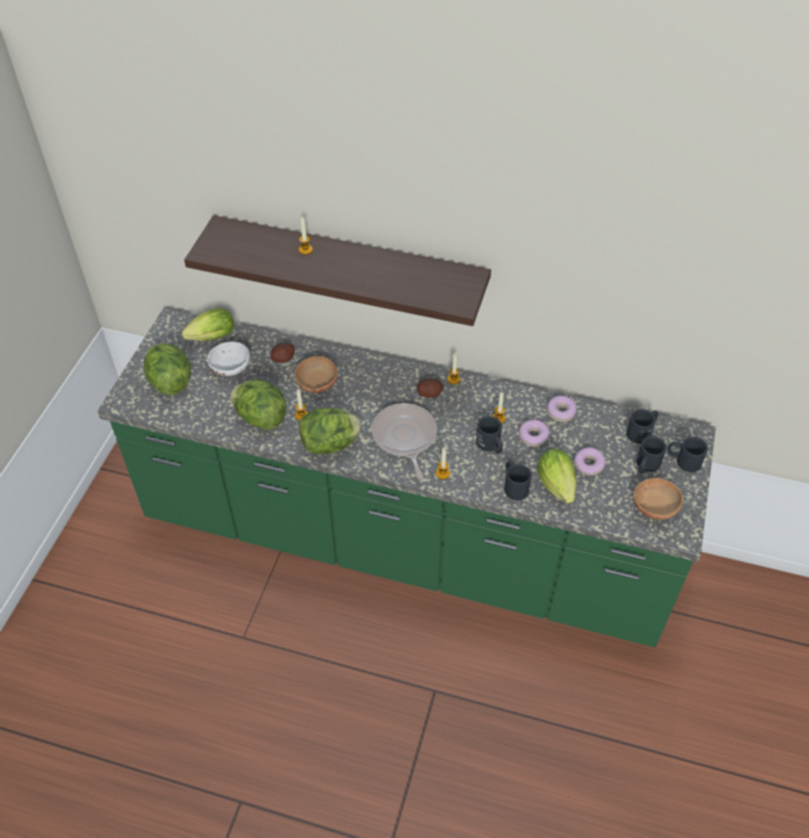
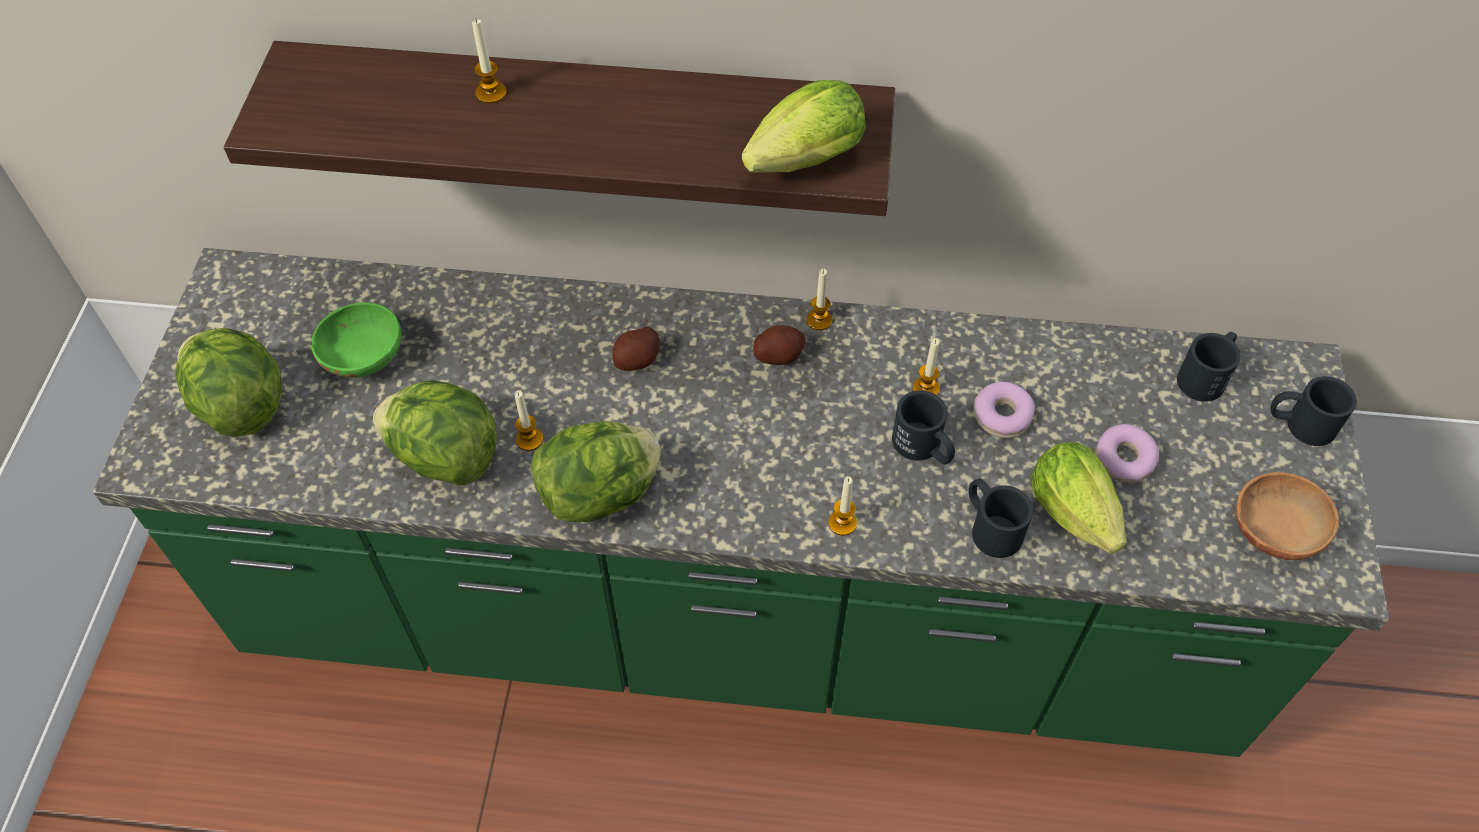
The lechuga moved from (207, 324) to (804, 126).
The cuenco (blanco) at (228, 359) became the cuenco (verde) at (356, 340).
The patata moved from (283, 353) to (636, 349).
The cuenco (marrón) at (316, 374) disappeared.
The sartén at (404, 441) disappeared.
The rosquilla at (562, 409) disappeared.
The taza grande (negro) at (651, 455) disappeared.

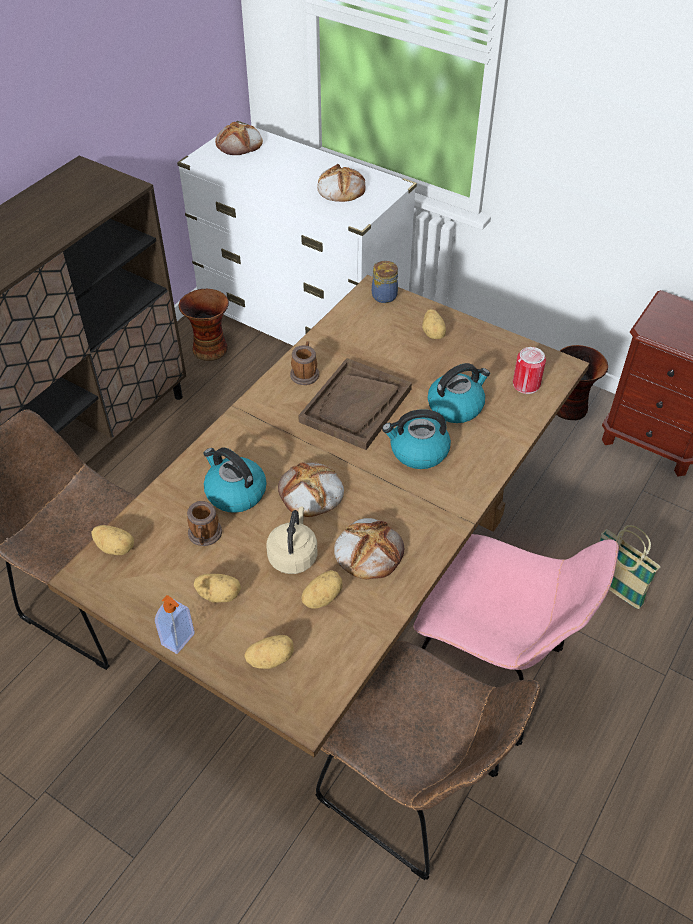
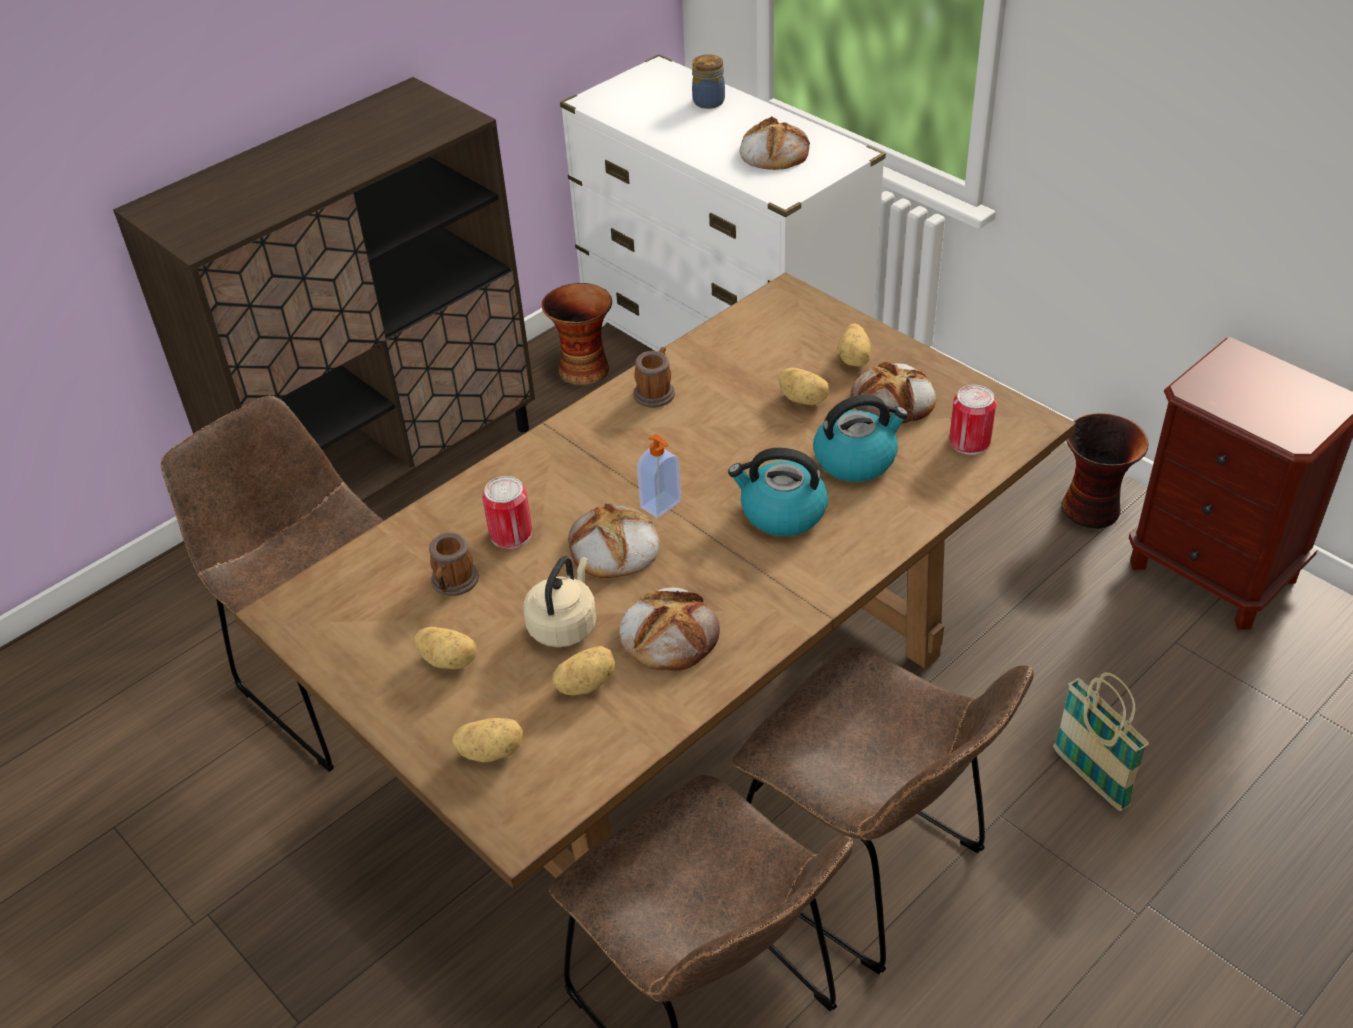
The patata moved from (112, 540) to (803, 386).
The dispensador de jabón moved from (175, 624) to (659, 476).
The hervidor at (234, 480) was replaced by the lata at (507, 512).
The pan moved from (239, 138) to (893, 393).
The bandeja (marrón) at (355, 404) disappeared.
The tarro moved from (385, 282) to (708, 81).
The silla (rosa) at (516, 640) became the silla (marrón) at (883, 810).

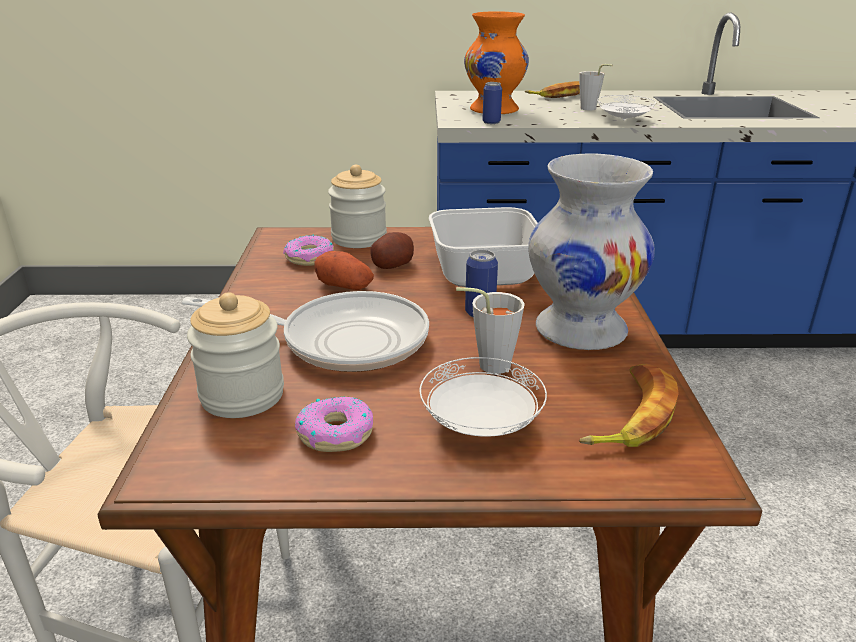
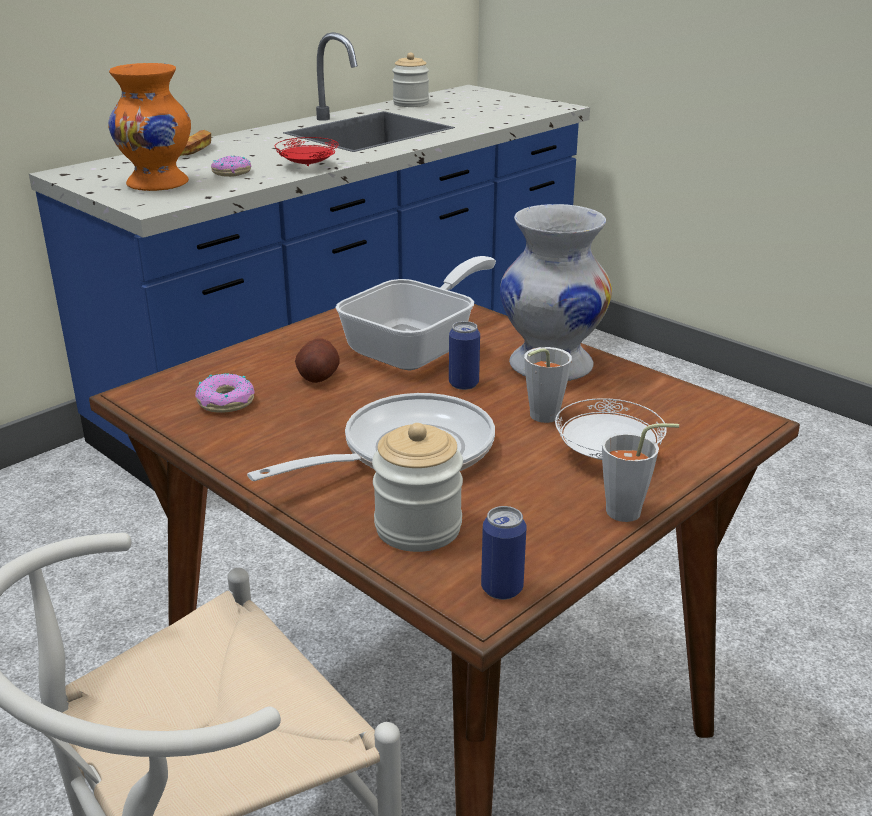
The rosquilla moved from (334, 424) to (231, 166).
The patata at (344, 270) disappeared.
The tarro moved from (357, 206) to (410, 80).
The lata moved from (492, 103) to (504, 553).
The taza (gris) moved from (596, 87) to (640, 472).
The plátano at (629, 405) disappeared.
The plato (blanco) at (626, 107) became the plato (rojo) at (307, 151).

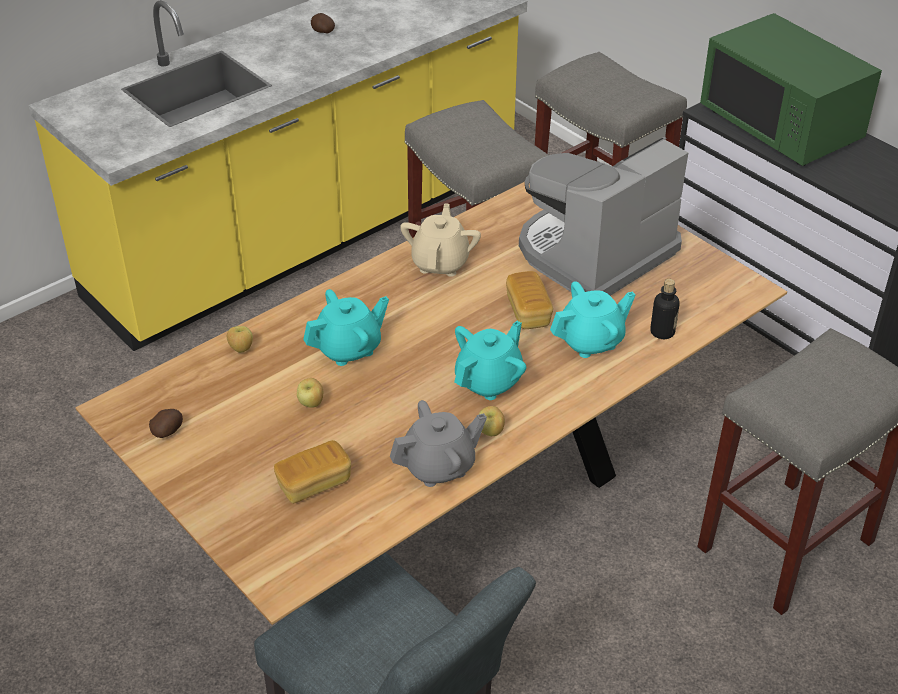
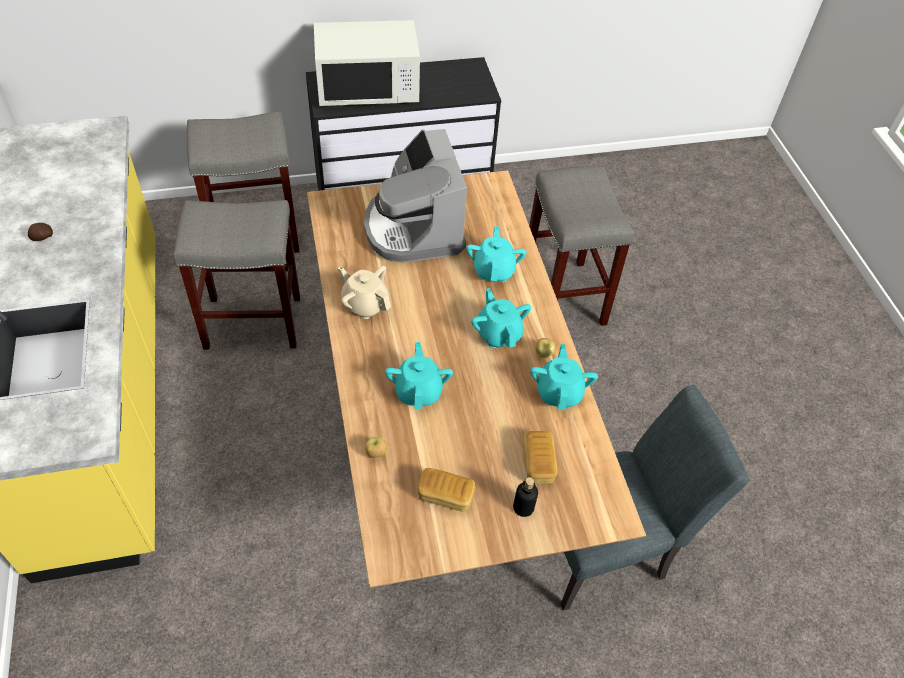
The patata at (166, 423) disappeared.
The manzana at (310, 393) disappeared.
The tetera (gris) at (438, 443) became the tetera (turquesa) at (564, 377).
The pan moved from (529, 300) to (446, 490).
The botella moved from (665, 309) to (525, 497).
The microondas (verde) at (791, 89) became the microondas (blanco) at (367, 63).

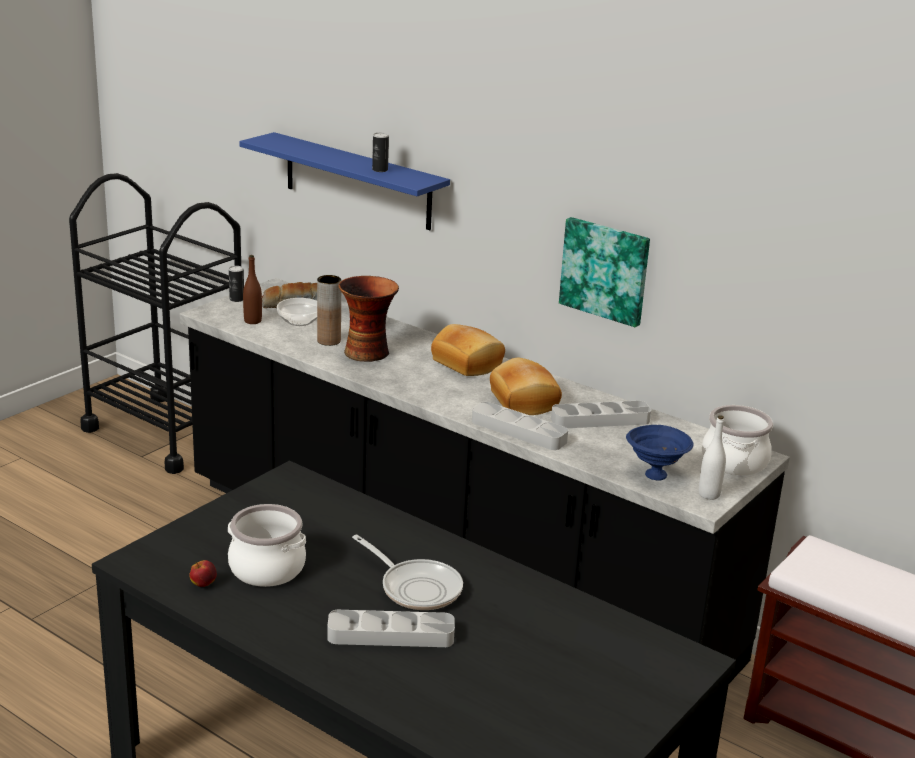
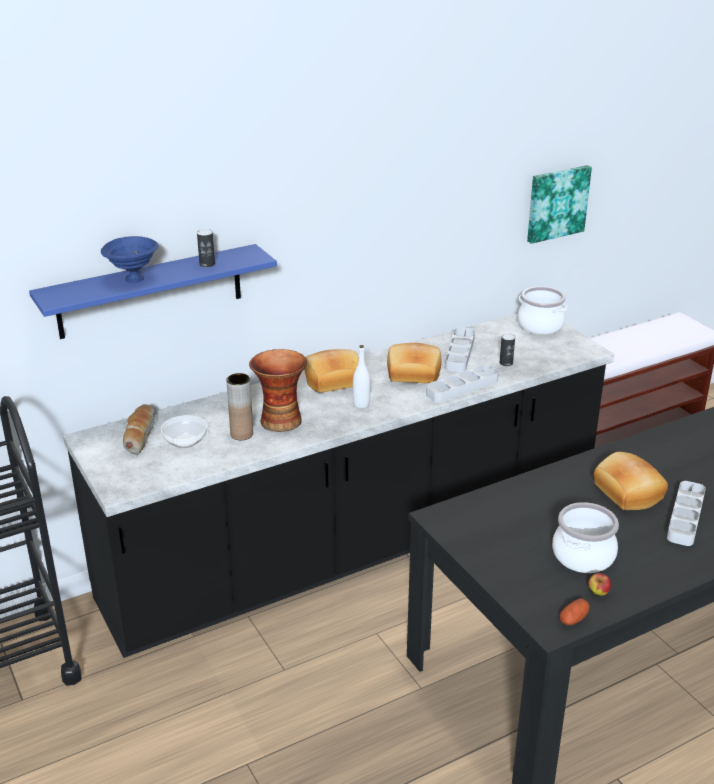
The lata moved from (236, 284) to (507, 349).
The botella (marrón) at (252, 289) disappeared.
The sartén at (407, 572) was replaced by the pan at (631, 481).
The cuadro moved from (604, 272) to (559, 204).
The cuenco (azul) moved from (660, 453) to (130, 259).
The botella (blanco) moved from (712, 457) to (361, 376).
The patata at (574, 612) appeared.

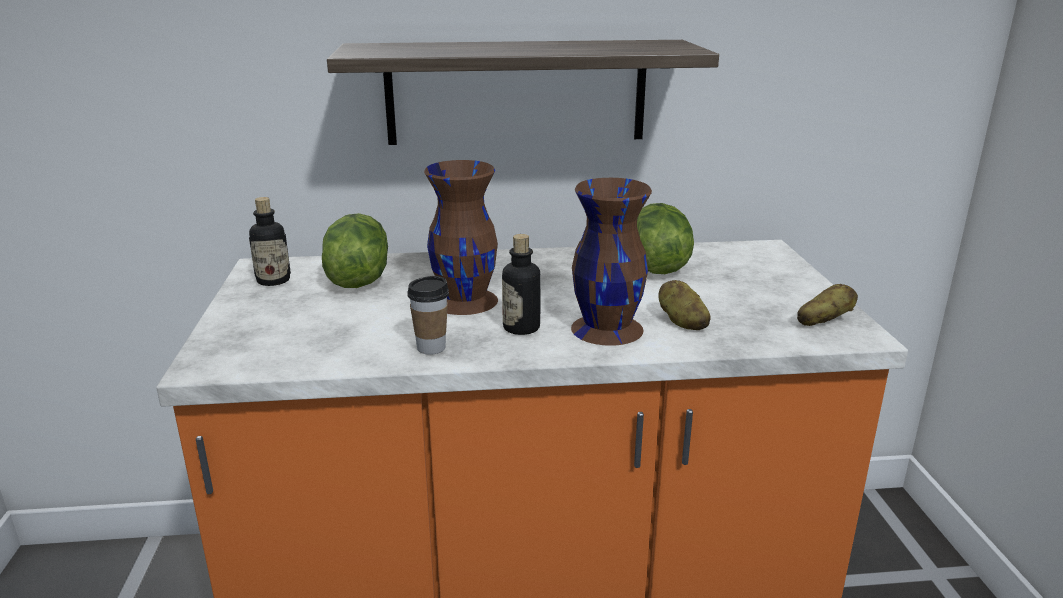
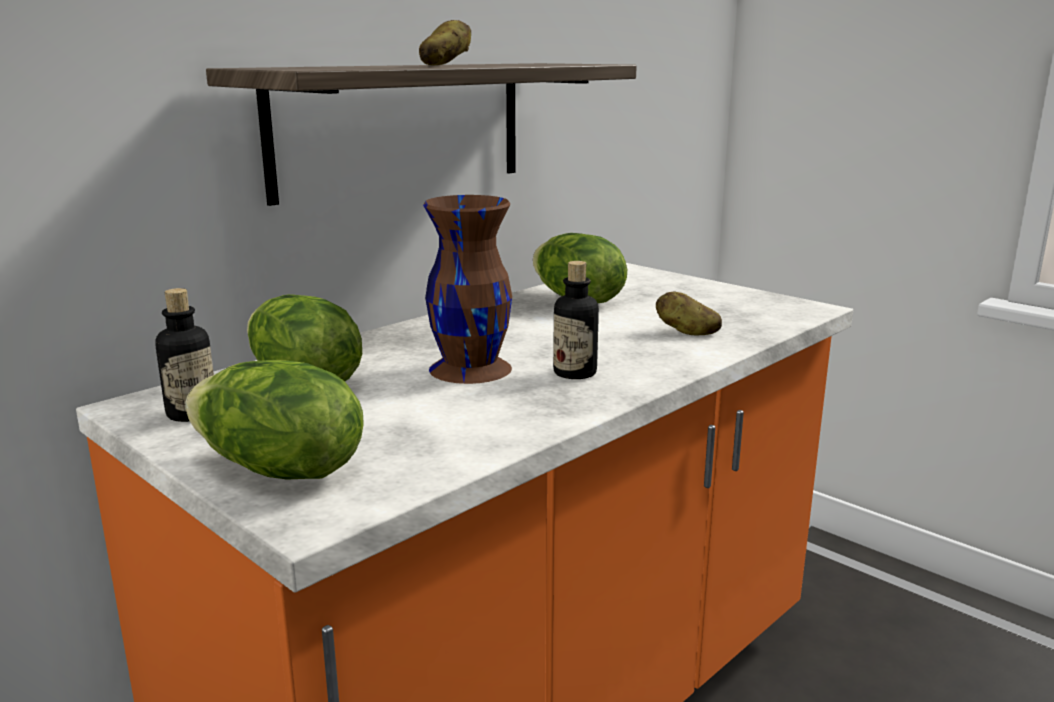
The taza at (428, 315) disappeared.
The florero (marrón) at (611, 262) disappeared.
The patata moved from (827, 305) to (445, 42).
The lechuga at (274, 420) appeared.

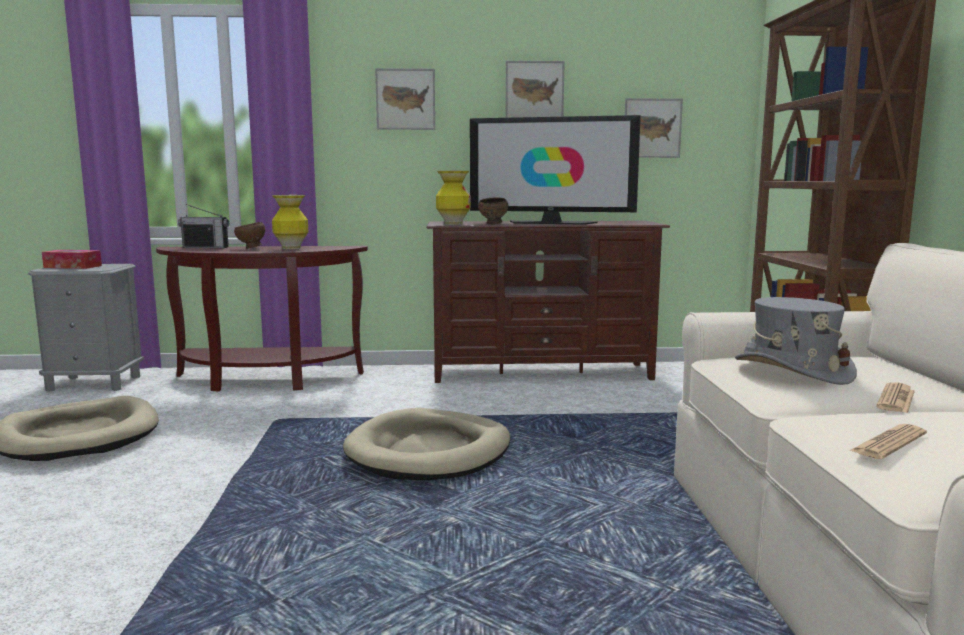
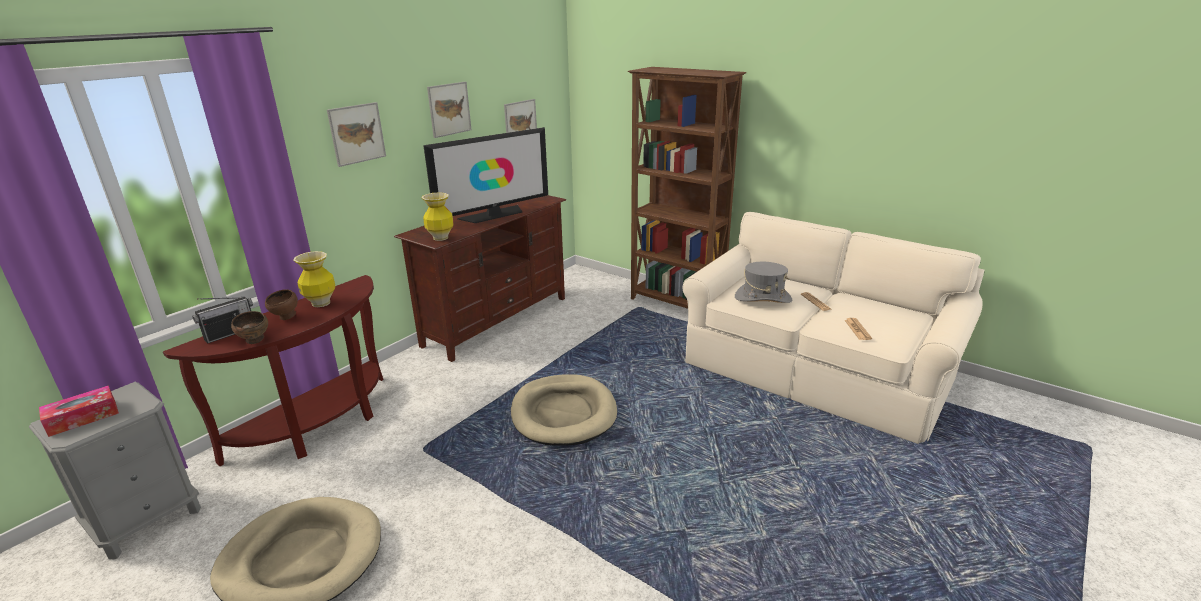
The cuenco (marrón) moved from (493, 211) to (249, 327).

